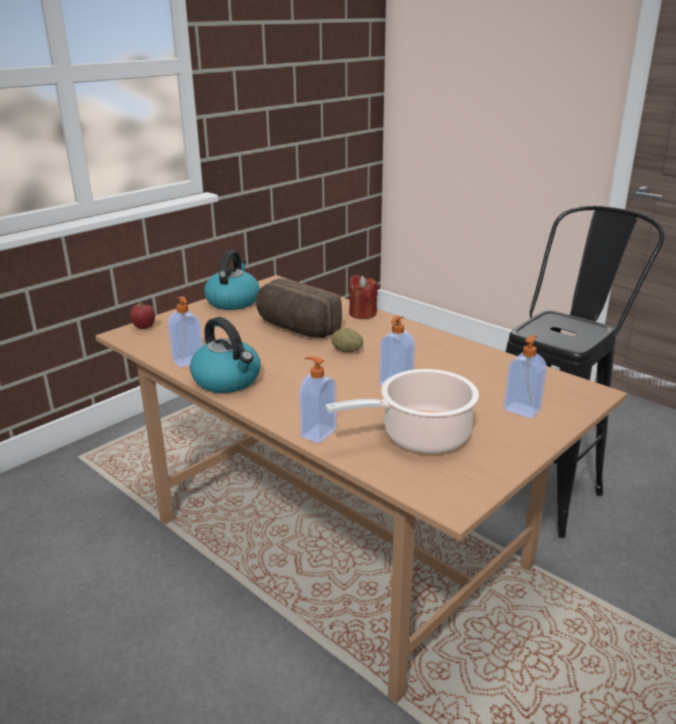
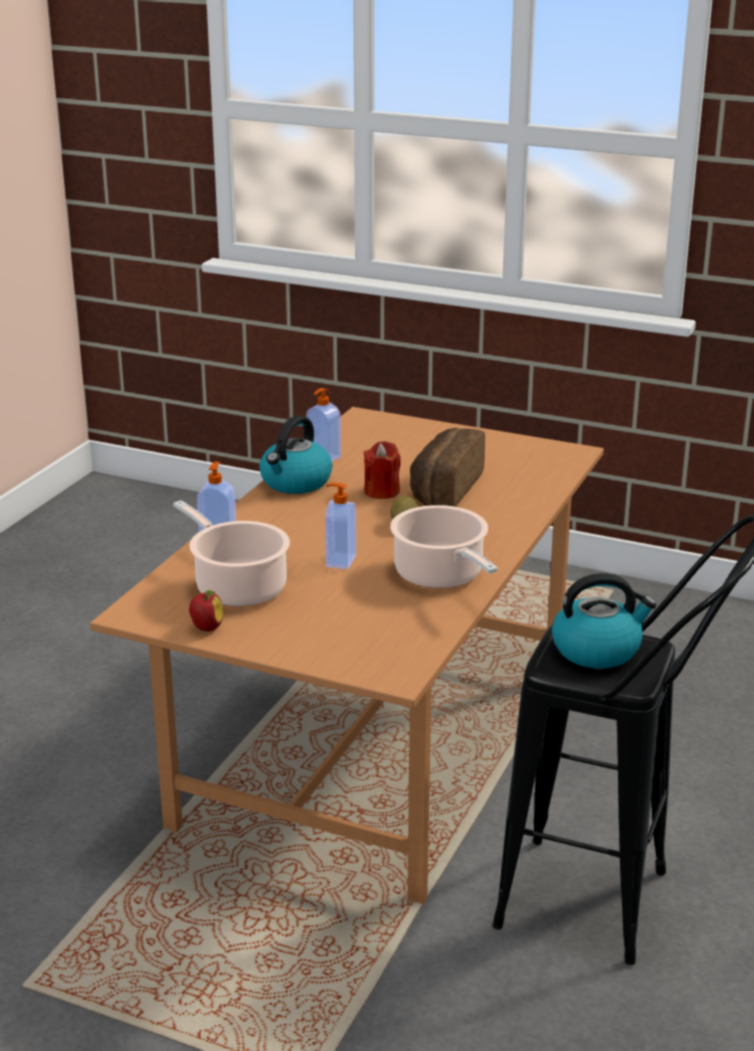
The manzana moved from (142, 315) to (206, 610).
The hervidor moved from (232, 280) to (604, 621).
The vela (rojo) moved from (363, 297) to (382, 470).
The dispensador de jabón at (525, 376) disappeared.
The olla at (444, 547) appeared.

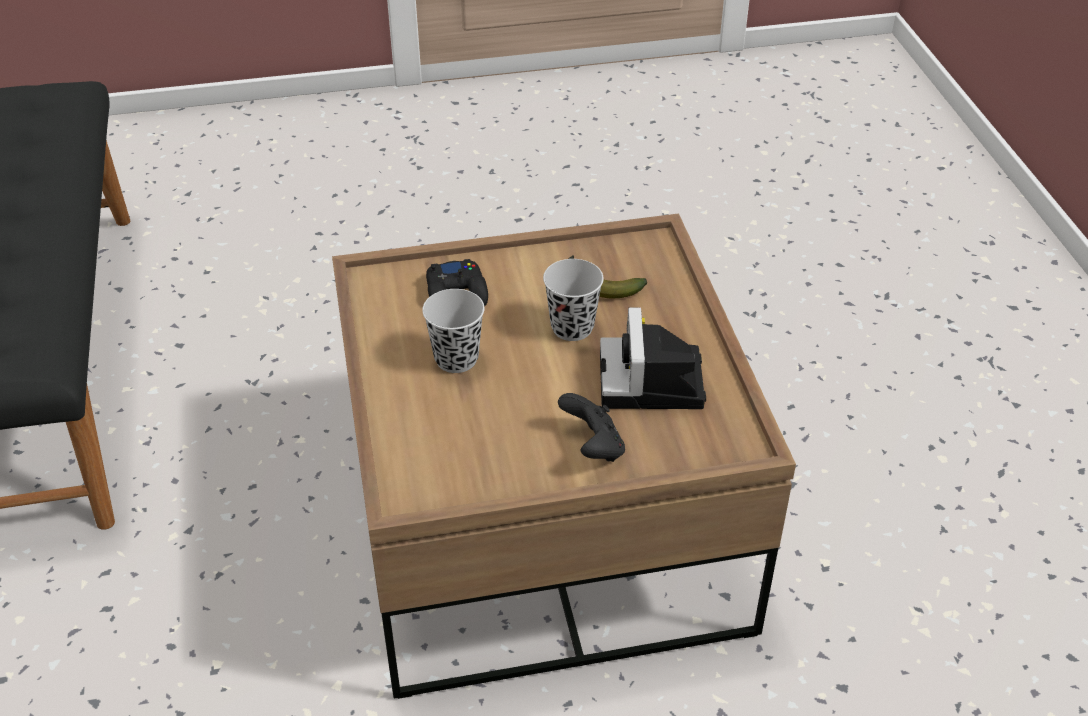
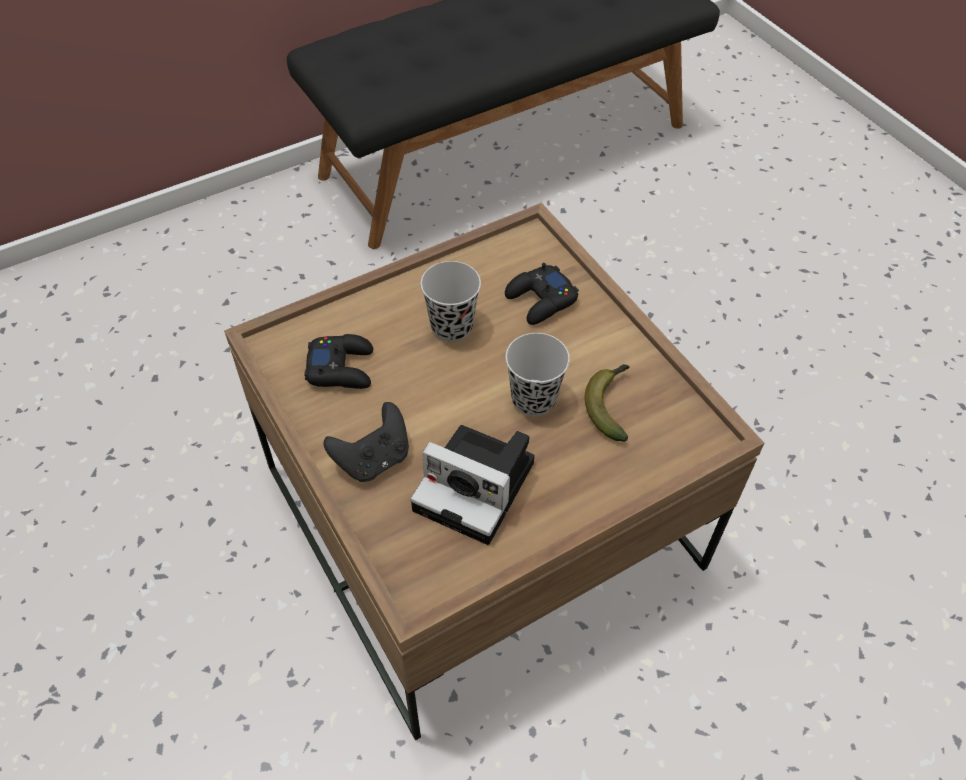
The cámara at (653, 358) turned 135 degrees counterclockwise.
The mando de consola (negro) at (338, 361) appeared.

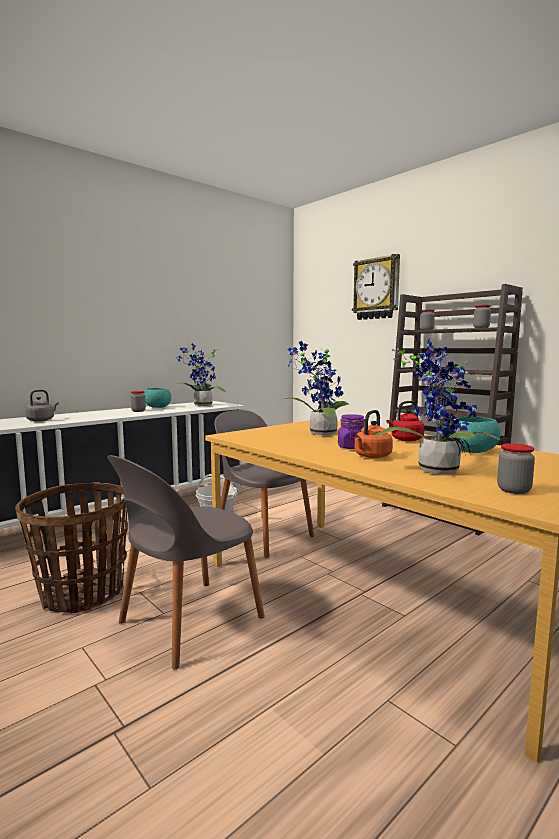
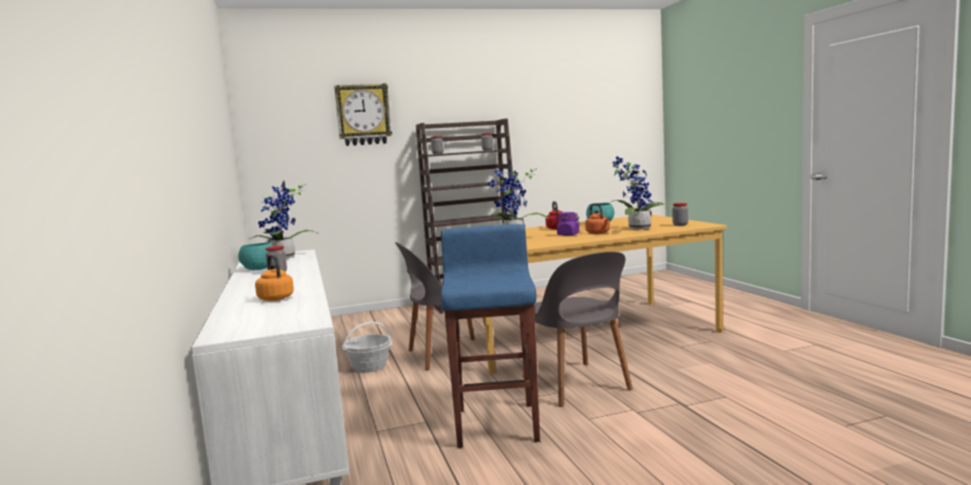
The cesta at (71, 547) was replaced by the taburete (azul) at (490, 336).
The hervidor (gris) at (42, 406) became the hervidor (naranja) at (274, 278).

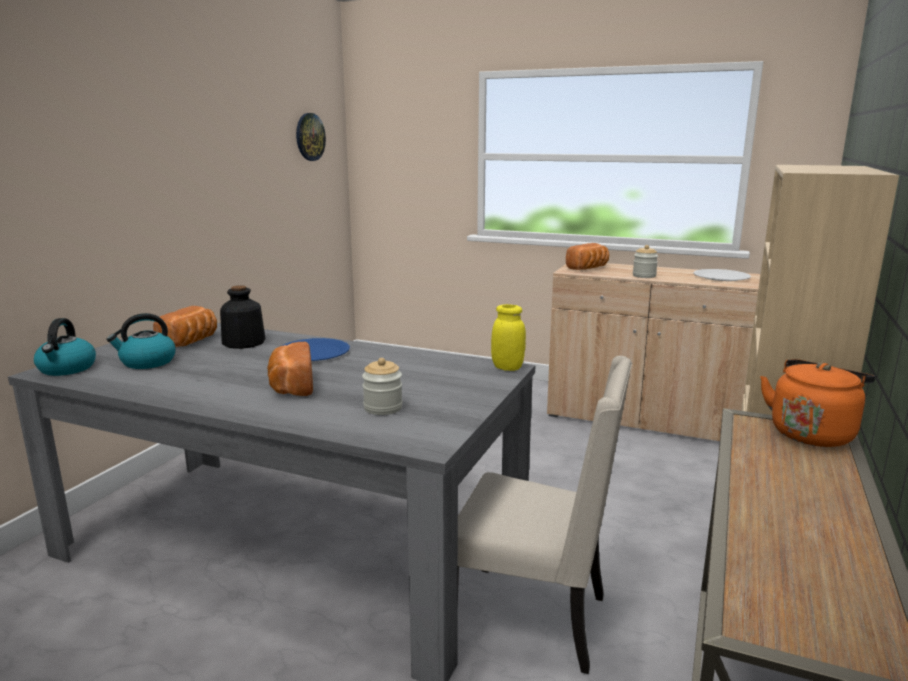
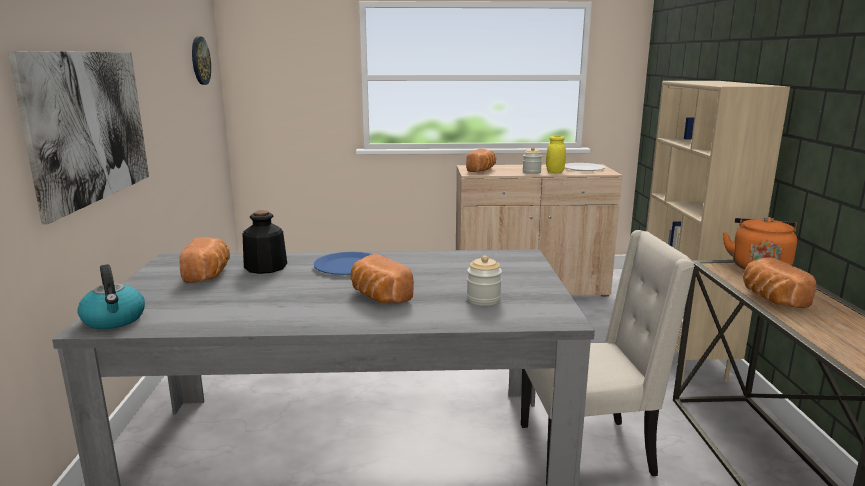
The hervidor at (141, 341) disappeared.
The tarro (amarillo) moved from (508, 337) to (556, 154).
The cuadro at (78, 137) appeared.
The pan at (779, 282) appeared.

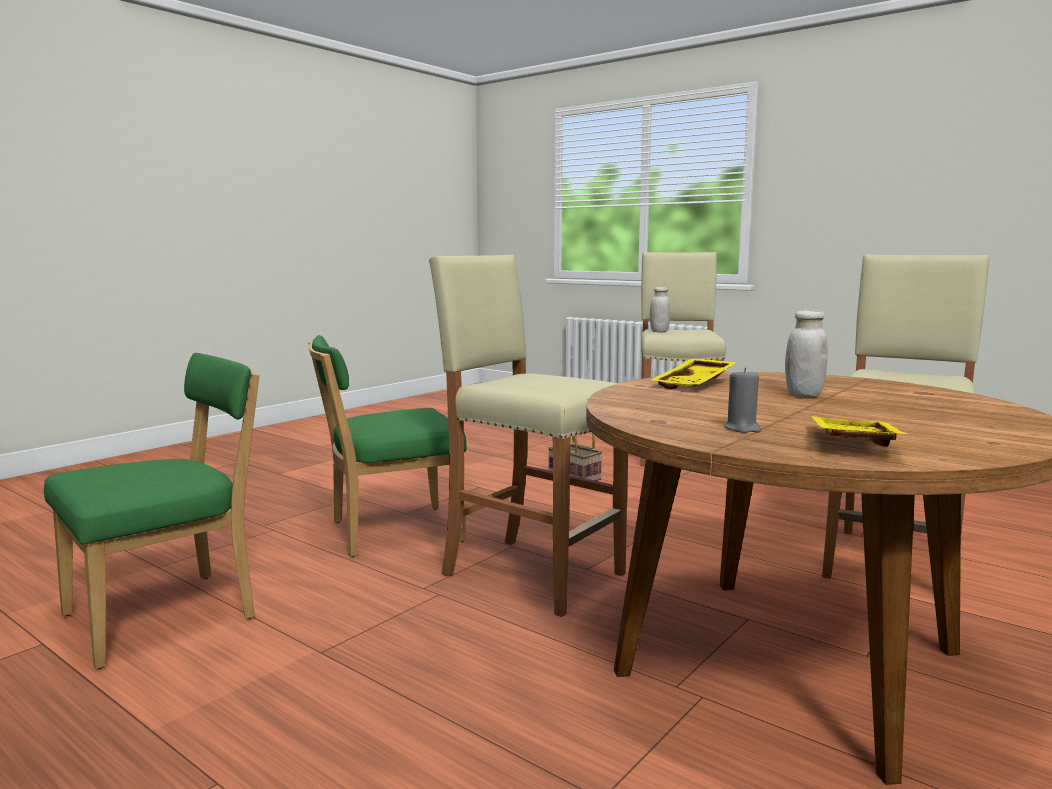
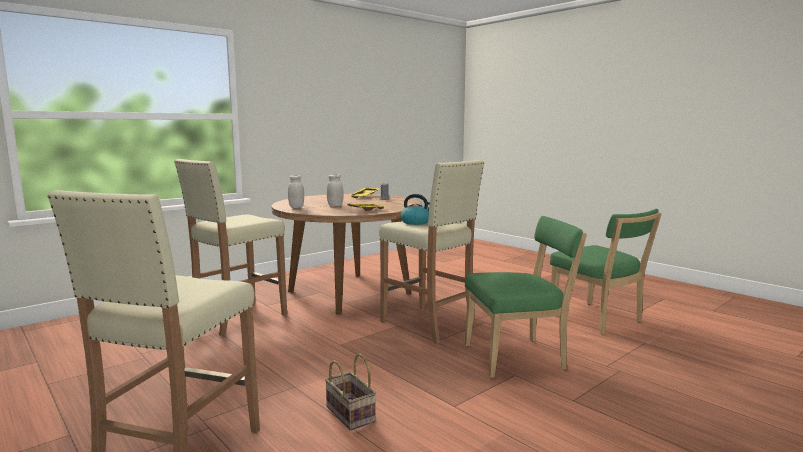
The silla (verde) at (151, 511) turned 90 degrees counterclockwise.
The tarro (blanco) moved from (660, 309) to (296, 191).
The hervidor at (415, 209) appeared.

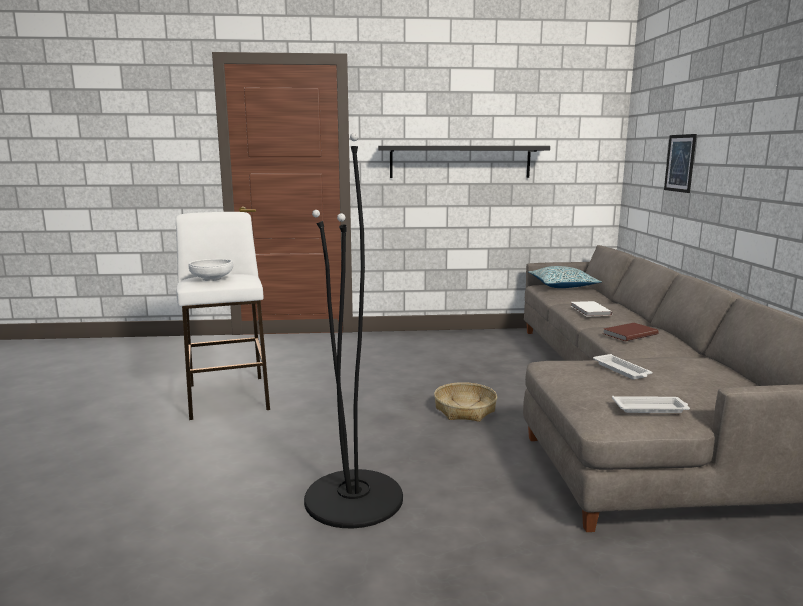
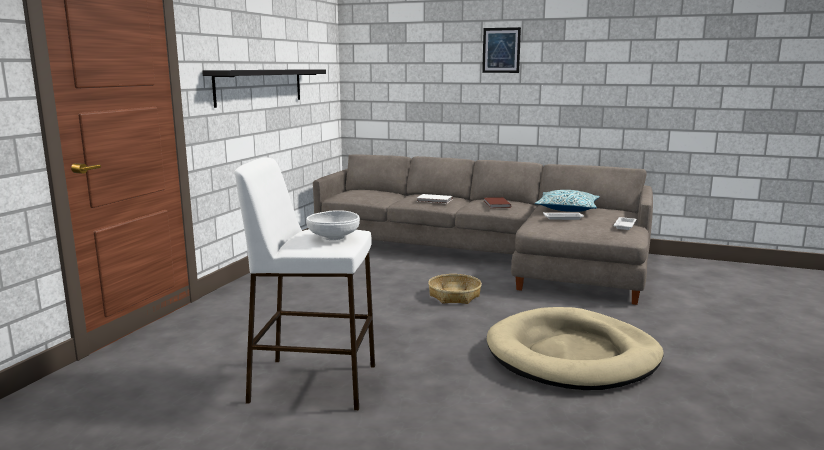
The lámpara de pie (negro) at (353, 330) was replaced by the cama para perro (beis) at (575, 348).
The cojín moved from (565, 277) to (567, 201).
The cuadro moved from (680, 163) to (501, 50).

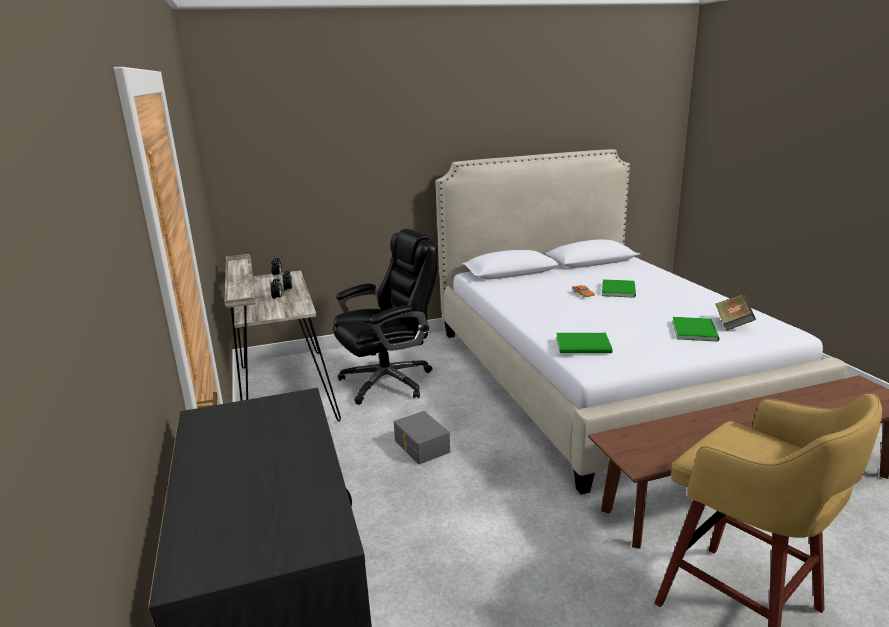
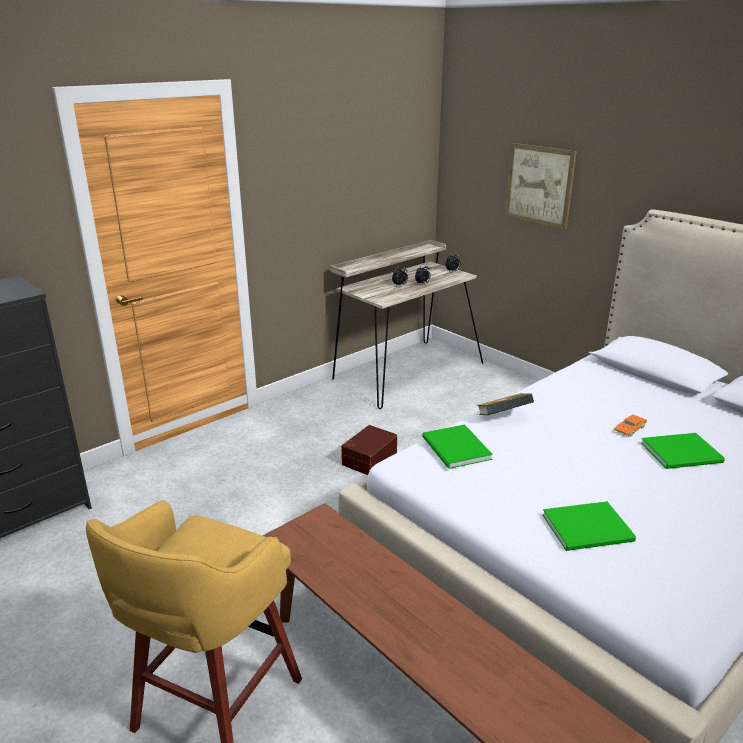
The silla de oficina (negro) at (385, 317) disappeared.
The caja de almacenaje (gris) at (422, 437) became the caja de almacenaje (marrón) at (369, 450).
The libro moved from (736, 312) to (506, 404).
The cuadro at (541, 186) appeared.

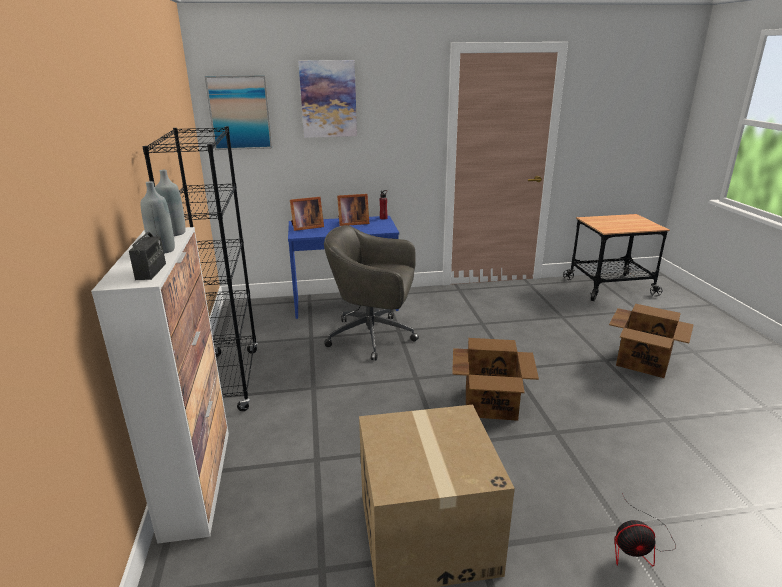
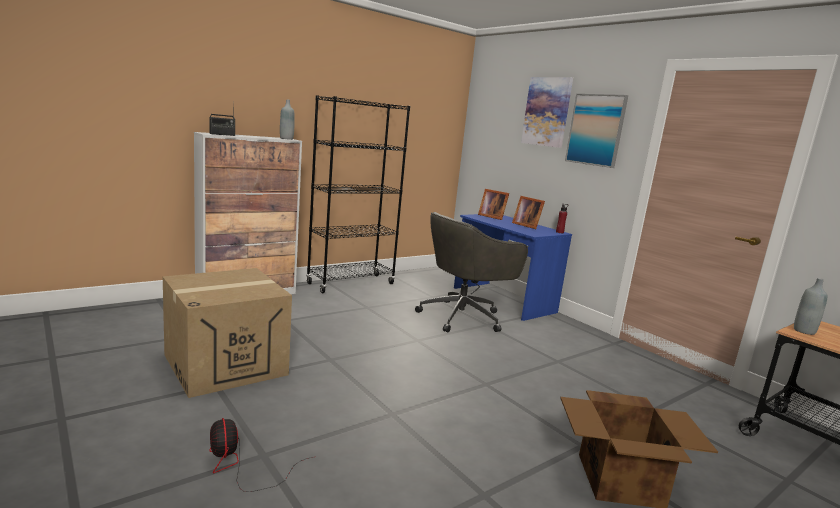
The botella (gris) moved from (158, 217) to (810, 306).
The cuadro moved from (238, 112) to (596, 131).
The silla de oficina (gris) at (371, 292) turned 105 degrees counterclockwise.
The caja de cartón at (495, 379) disappeared.

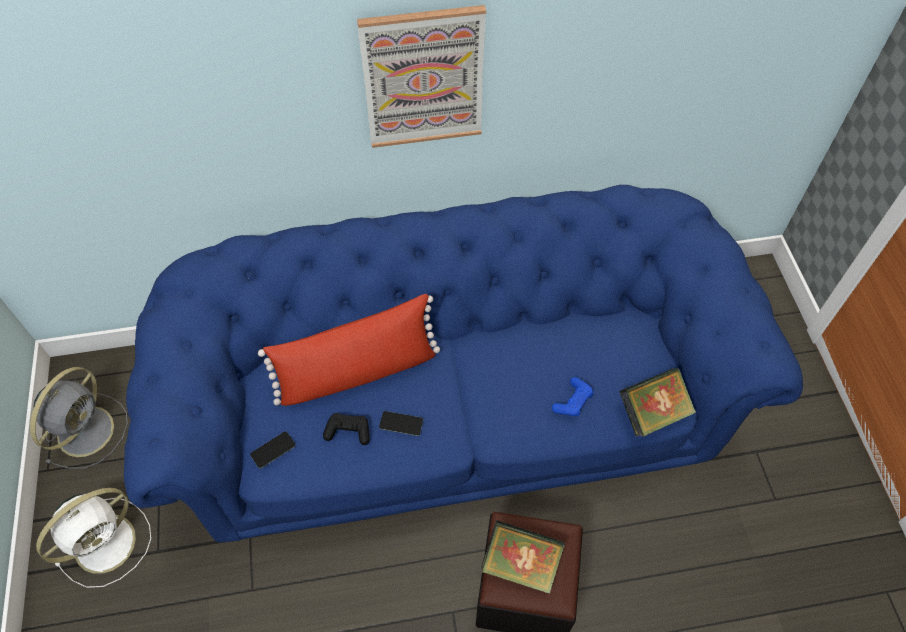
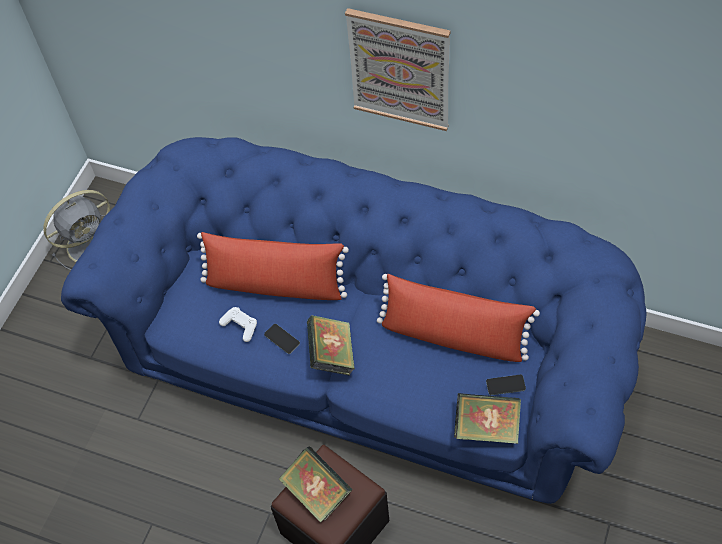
The ventilador (blanco) at (94, 538) disappeared.
The móvil moved from (272, 450) to (506, 384).
The mando de consola (negro) at (346, 429) became the mando de consola (blanco) at (238, 324).
The mando de consola (azul) at (572, 396) disappeared.
The libro at (331, 345) appeared.
The cojín (rojo) at (458, 318) appeared.

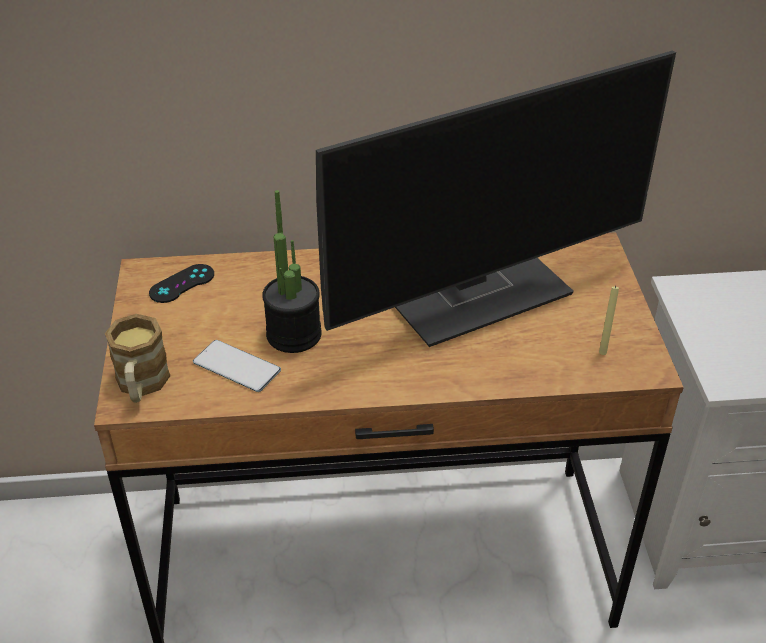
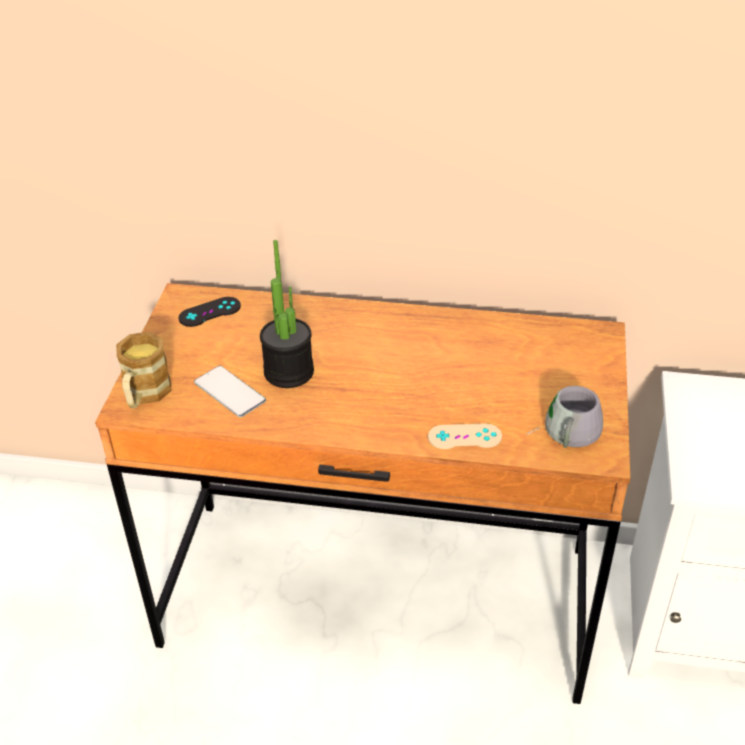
The monitor at (496, 199) disappeared.
The vela (amarillo) at (609, 320) was replaced by the taza grande (gris) at (565, 417).
The mando de consola (beis) at (465, 436) appeared.

